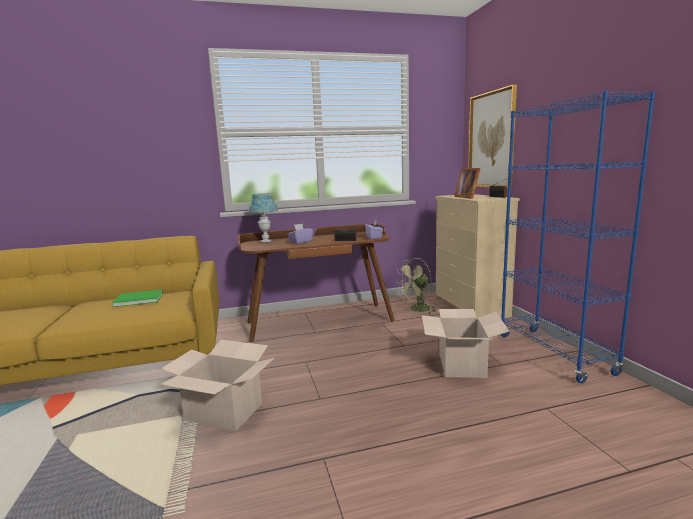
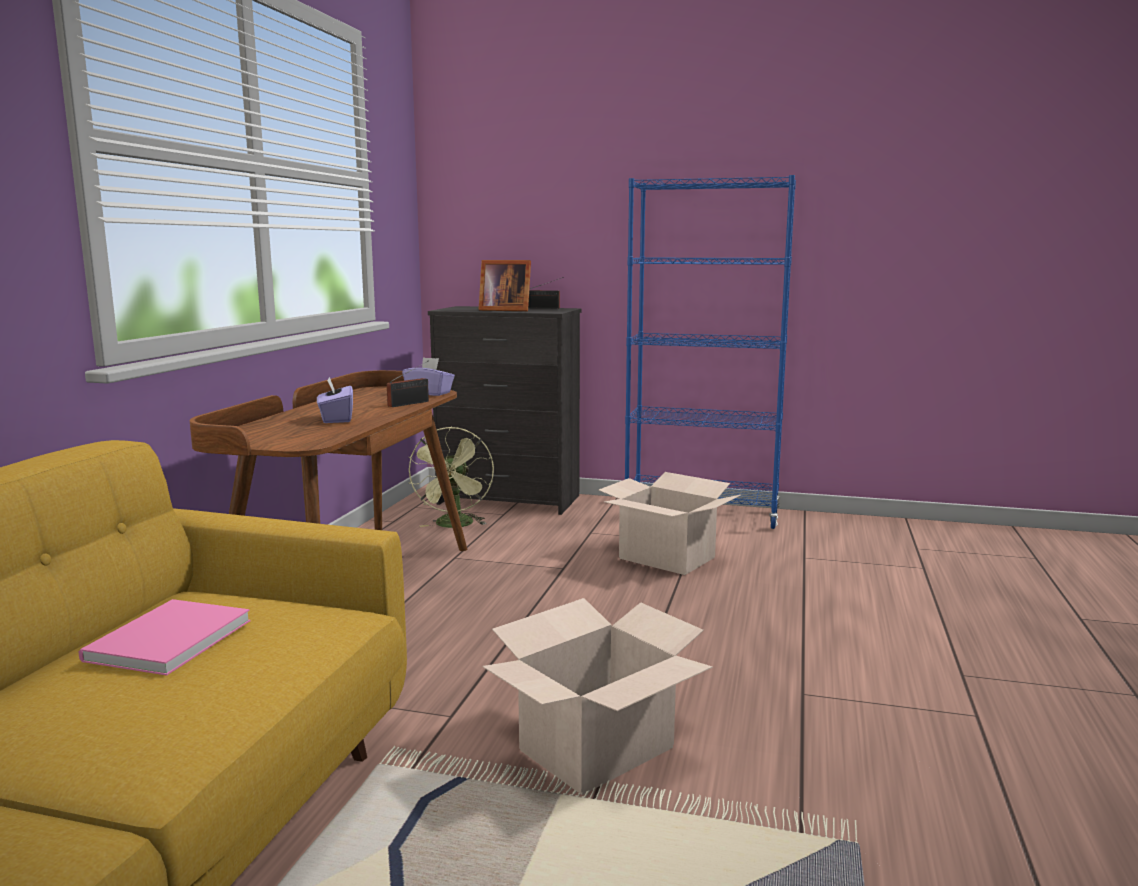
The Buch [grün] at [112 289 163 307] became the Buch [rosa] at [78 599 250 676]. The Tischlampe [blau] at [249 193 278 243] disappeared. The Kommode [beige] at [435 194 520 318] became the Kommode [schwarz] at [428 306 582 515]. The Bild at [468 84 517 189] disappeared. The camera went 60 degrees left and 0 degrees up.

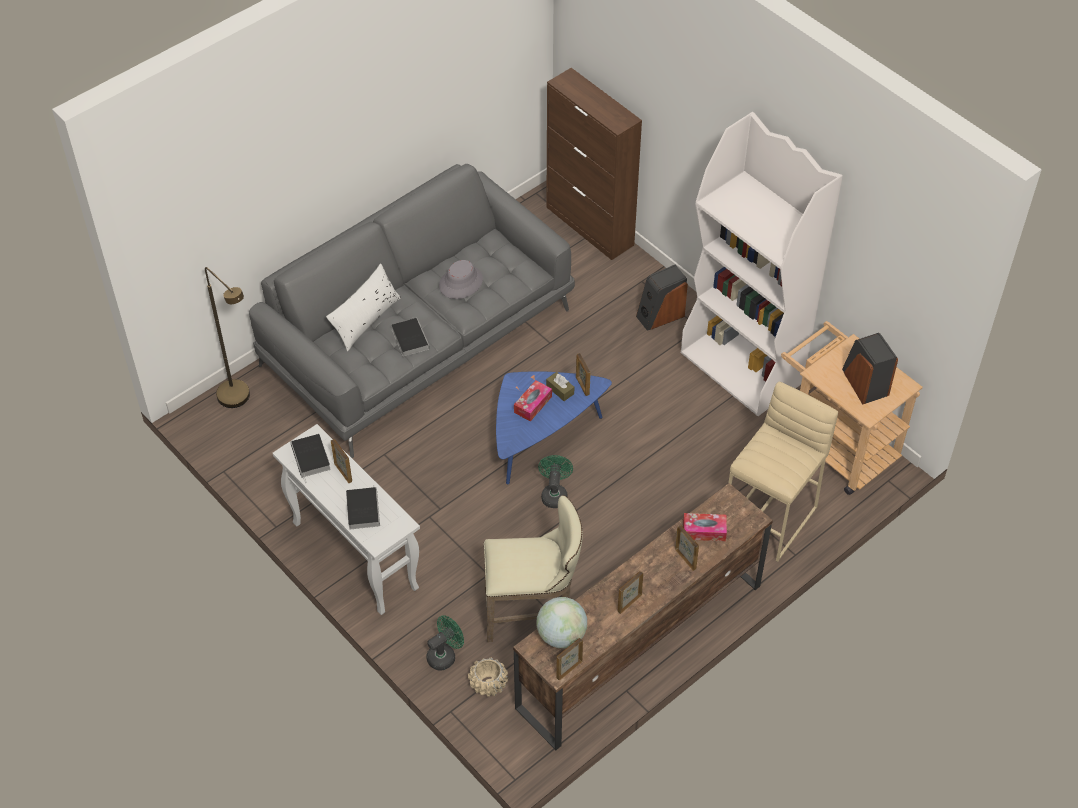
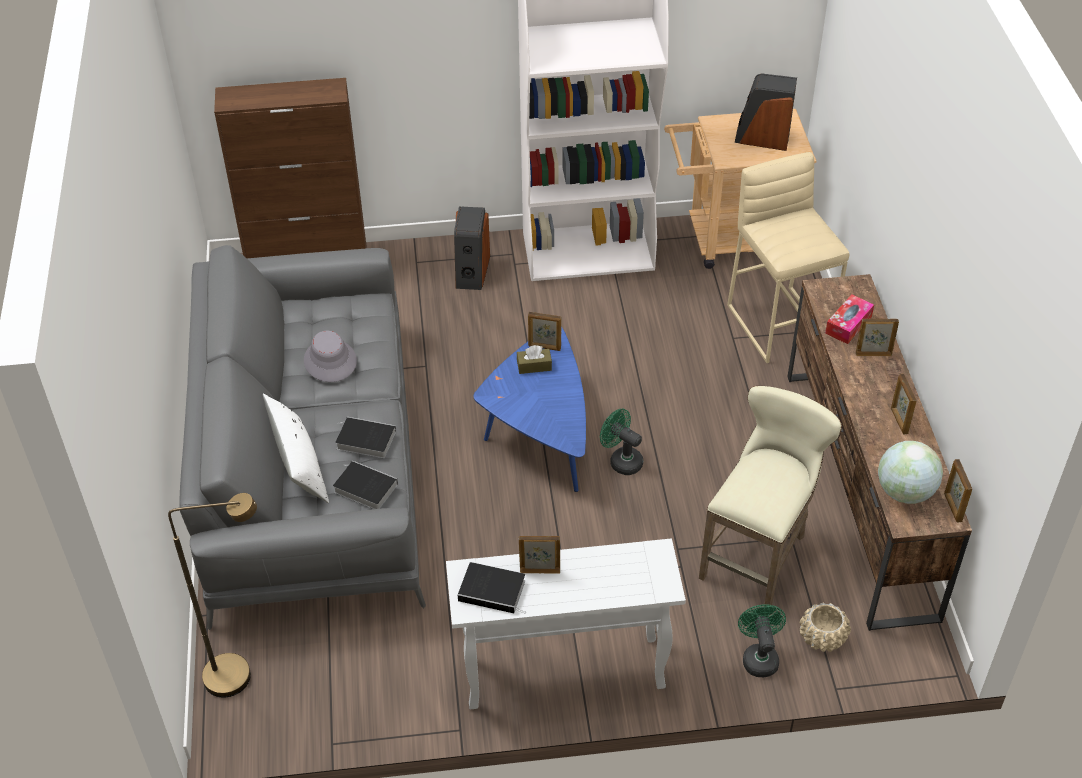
The Buch moved from [346 485 380 529] to [333 460 398 509]. The Taschentuchbox at [514 380 552 422] disappeared. The camera went 55 degrees left and 5 degrees down.

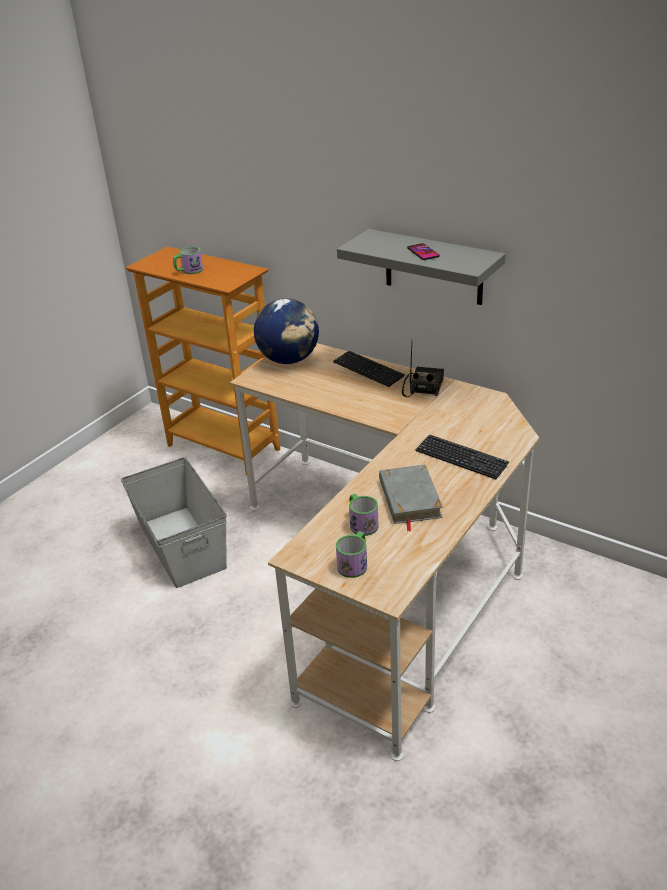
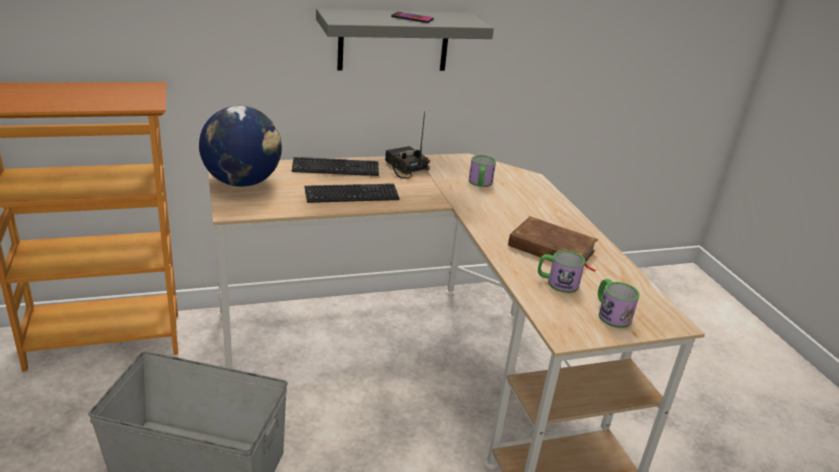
The Henkelbecher moved from [173 247 203 274] to [469 155 496 187]. The Buch [grau] at [379 465 443 531] became the Buch [braun] at [508 216 598 272]. The Tastatur moved from [415 434 509 479] to [304 183 400 203]. The camera went 55 degrees left and 5 degrees down.

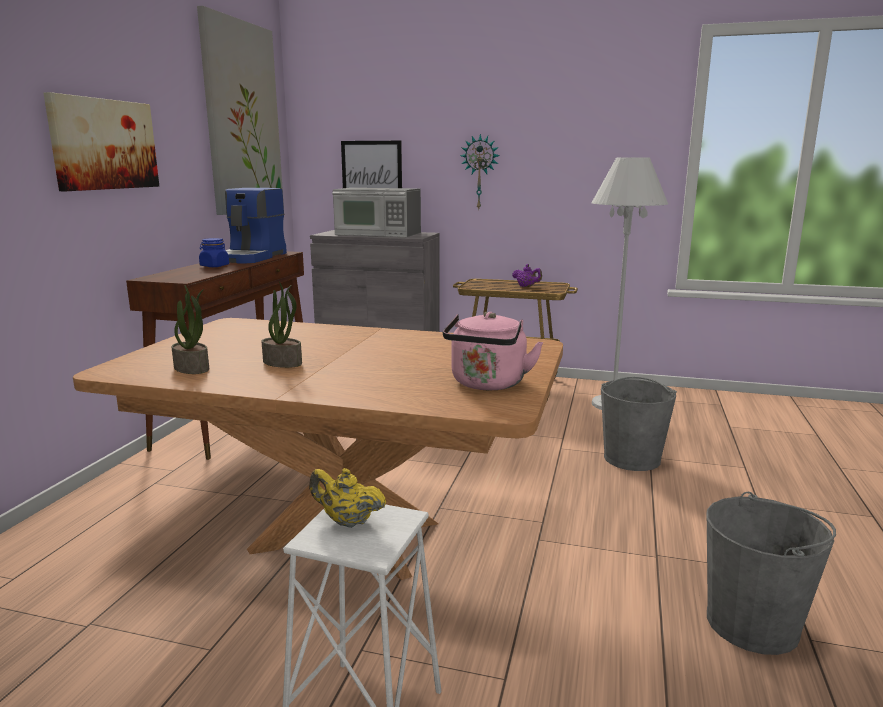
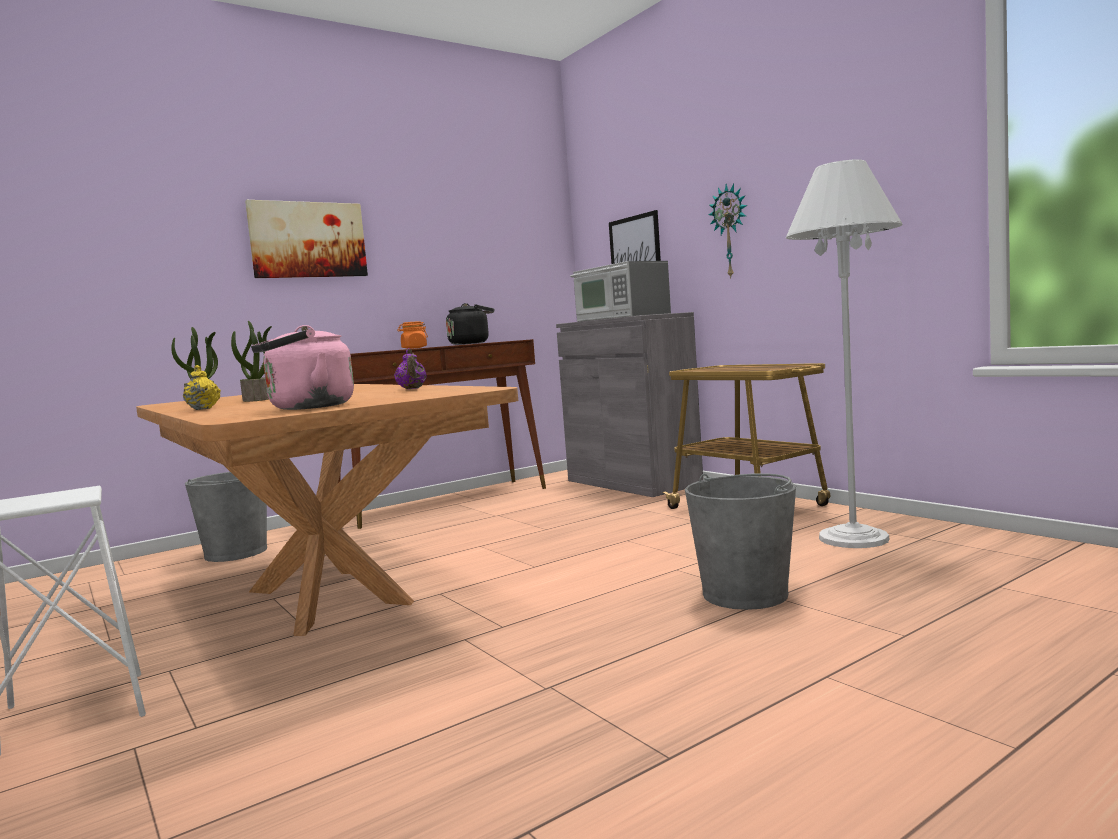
The Bild at [197 6 284 215] disappeared. The Vorratsglas [blau] at [199 238 229 267] became the Vorratsglas [orange] at [397 321 428 349]. The Kaffeemaschine at [225 188 287 264] was replaced by the Wasserkessel [schwarz] at [446 303 494 345]. The Teekanne [gelb] moved from [309 468 386 528] to [183 365 221 410]. The Teekanne [lila] moved from [512 264 542 287] to [394 348 427 389]. The Eimer [grau] moved from [707 492 836 655] to [185 472 267 562]. The camera went 40 degrees right and 10 degrees down.

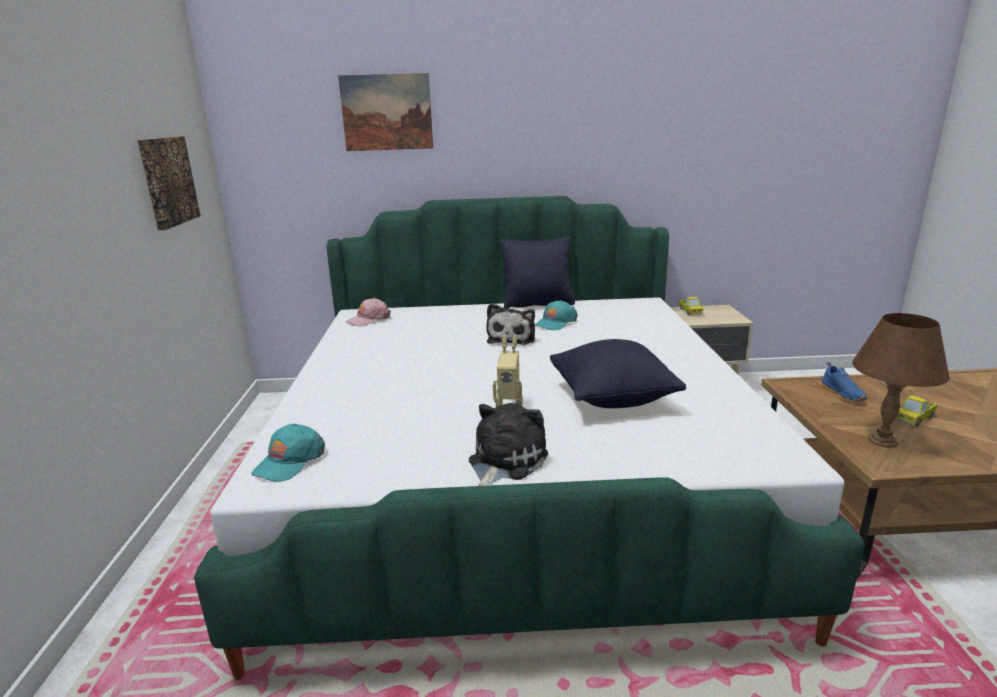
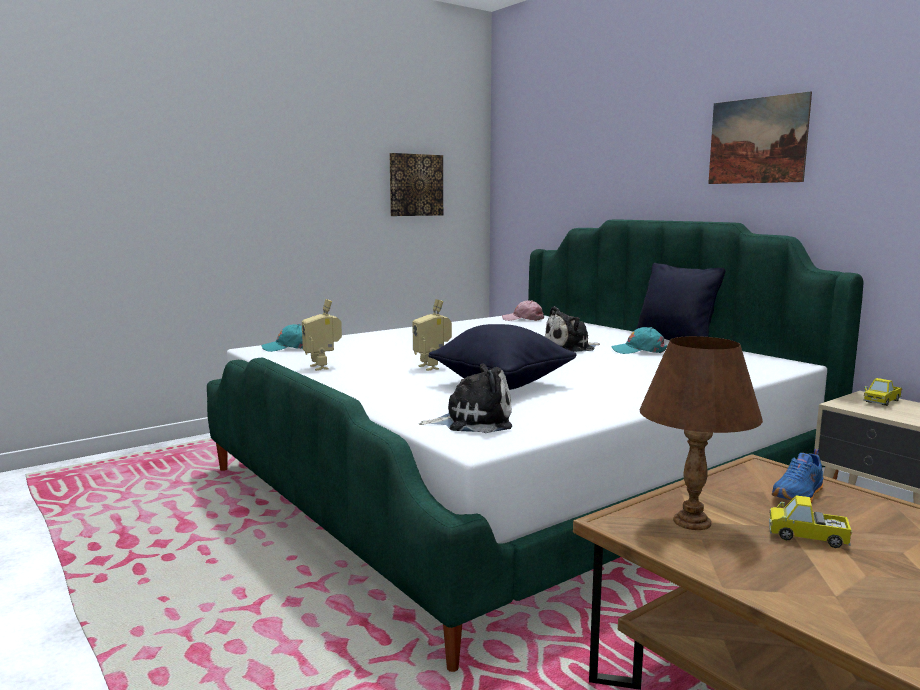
The Bild moved from [338 73 433 151] to [708 91 812 184]. The Plüschtier moved from [469 403 548 486] to [419 363 512 433]. The Spielzeugroboter at [302 299 342 371] appeared. The camera went 55 degrees right and 10 degrees down.

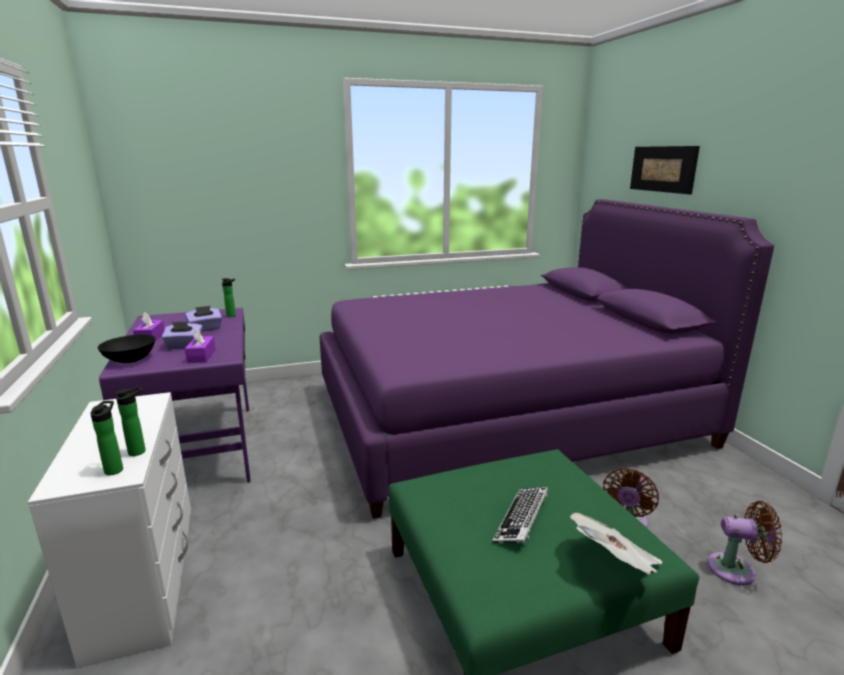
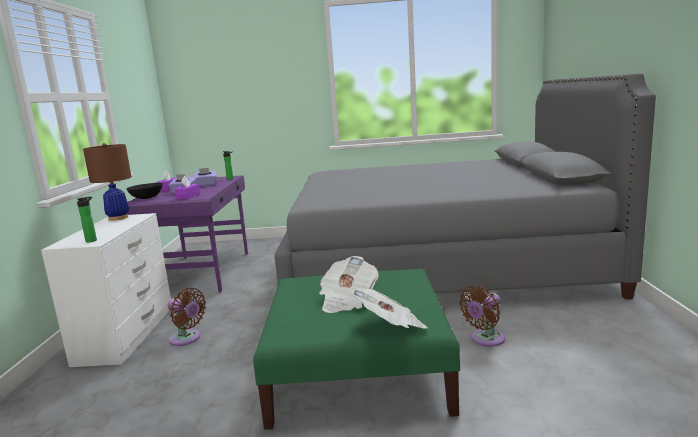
The Flasche at [115 386 146 456] disappeared. The Bett [lila] at [320 199 774 519] became the Bett [grau] at [275 73 656 299]. The Tastatur at [492 487 548 543] was replaced by the Zeitung at [319 256 379 313]. The Bild at [630 146 700 195] disappeared. The Ventilator [braun] moved from [707 501 782 585] to [168 288 206 346]. The Tischlampe [braun] at [83 143 132 221] appeared. The camera went 20 degrees right and 5 degrees down.

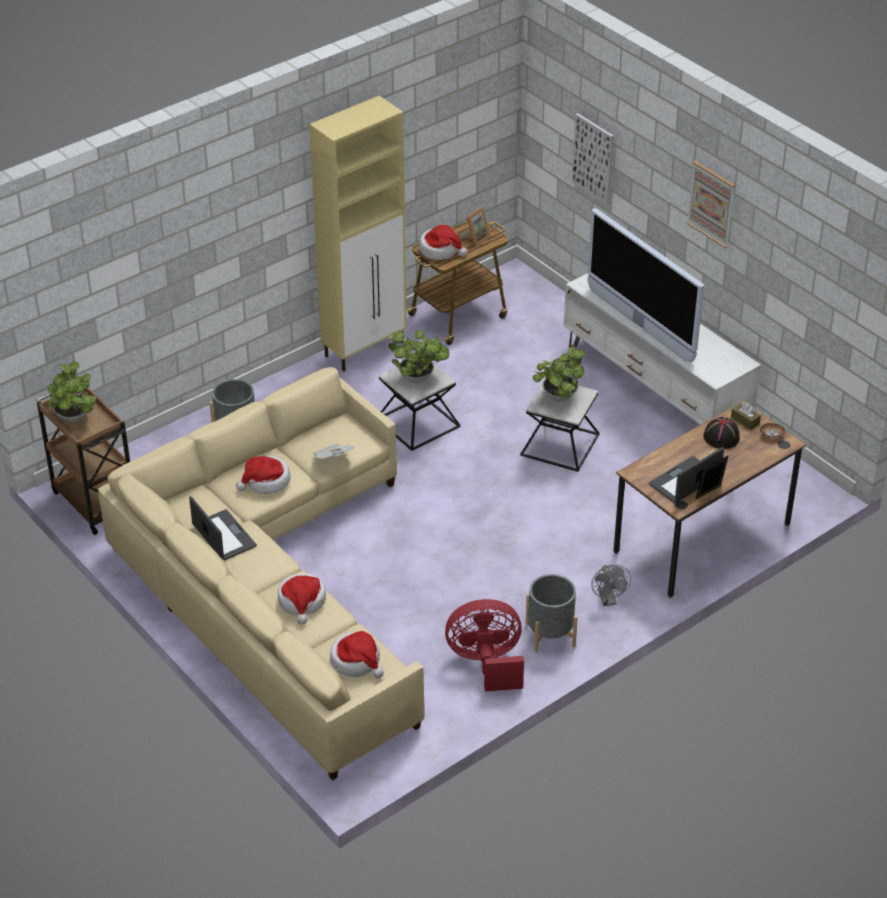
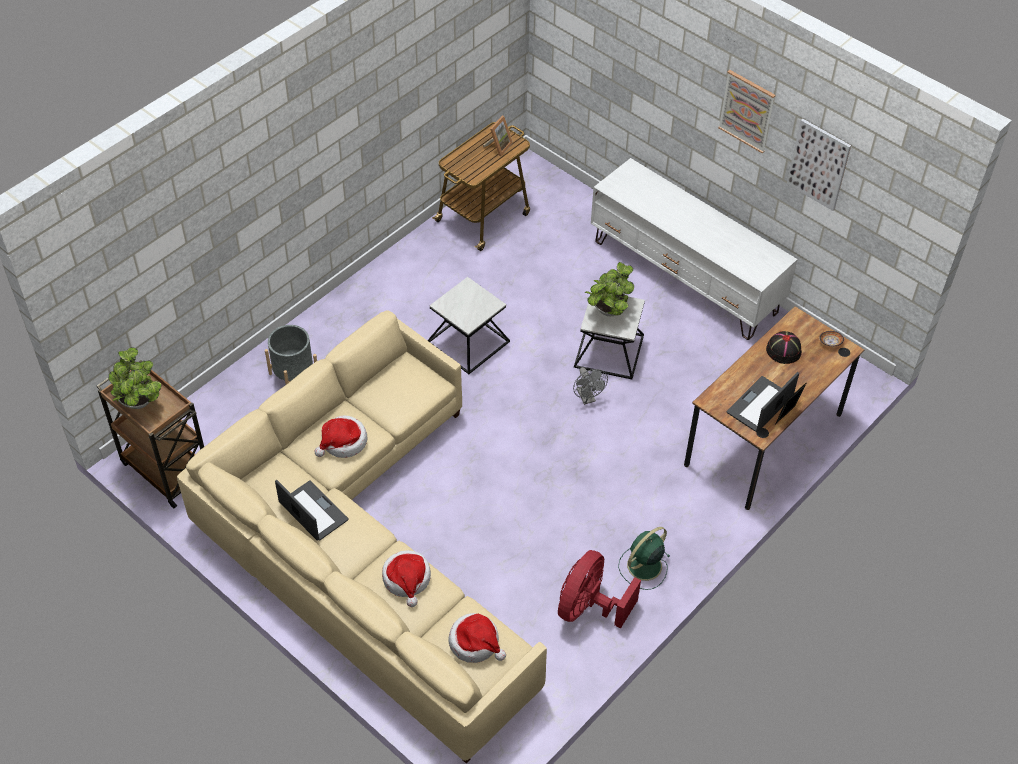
The Schrank [beige] at [309 96 407 372] disappeared. The Zeitung at [313 444 355 459] disappeared. The Topfpflanze at [389 330 449 383] disappeared. The Hut at [419 225 467 260] disappeared. The Ventilator [rot] at [445 599 524 692] turned 45 degrees counterclockwise. The Pflanzkübel [grau] at [525 574 578 653] was replaced by the Ventilator [grün] at [618 527 671 590]. The Bild moved from [572 113 614 205] to [787 119 851 211]. The Fernseher at [587 208 704 362] disappeared. The Ventilator [grau] moved from [591 565 631 606] to [573 367 608 405]. The Taschentuchbox [braun] at [731 402 761 430] disappeared. The camera went 10 degrees left and 10 degrees up.

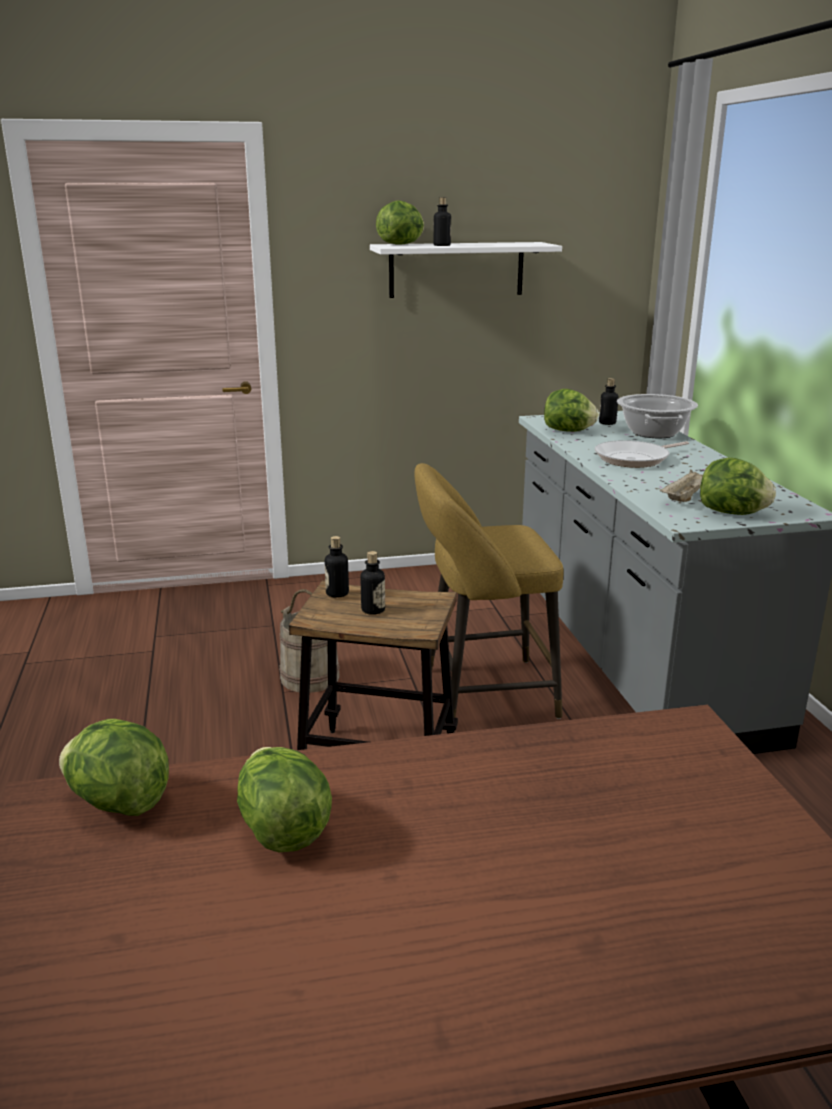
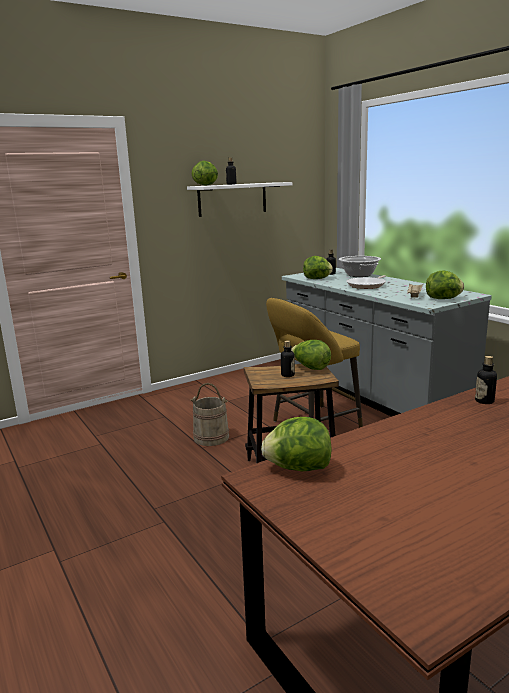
The Salatkopf moved from [237 747 332 852] to [291 340 331 370]. The Flasche moved from [325 536 349 598] to [475 356 497 404]. The camera went 20 degrees left and 5 degrees down.

